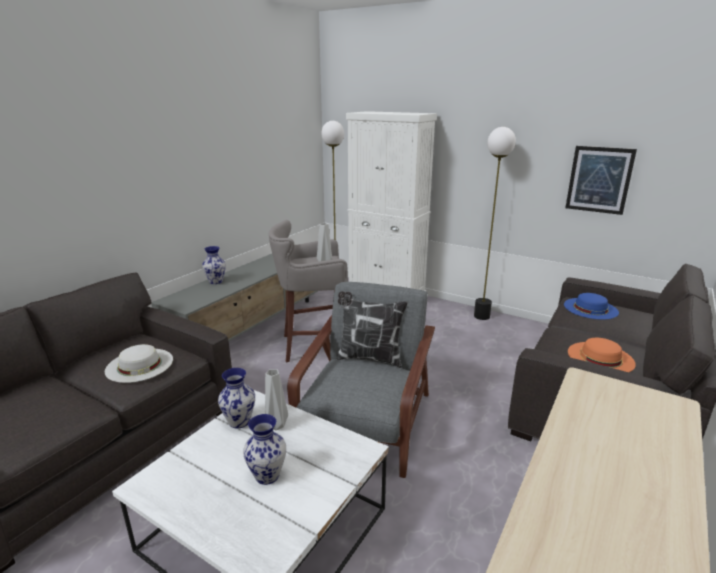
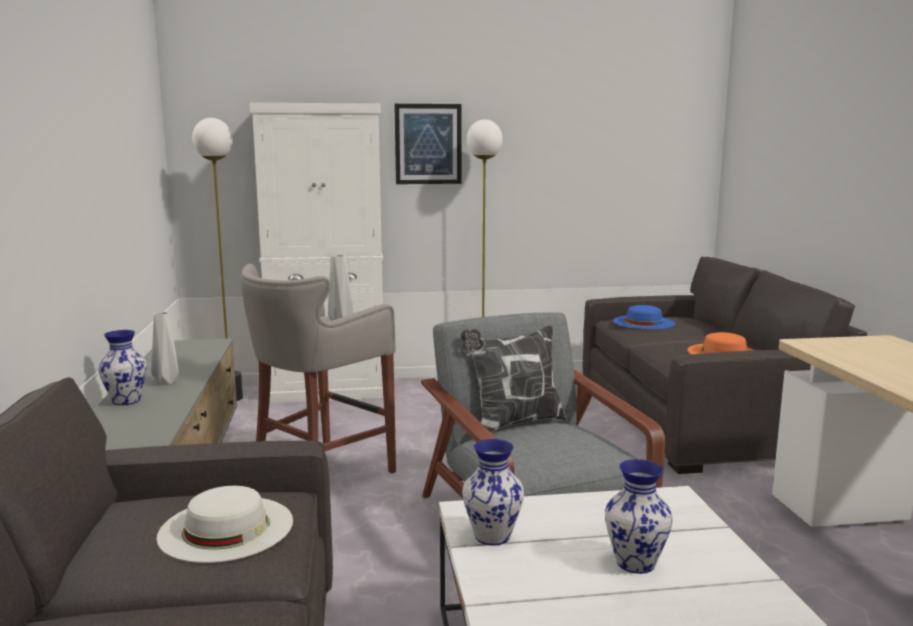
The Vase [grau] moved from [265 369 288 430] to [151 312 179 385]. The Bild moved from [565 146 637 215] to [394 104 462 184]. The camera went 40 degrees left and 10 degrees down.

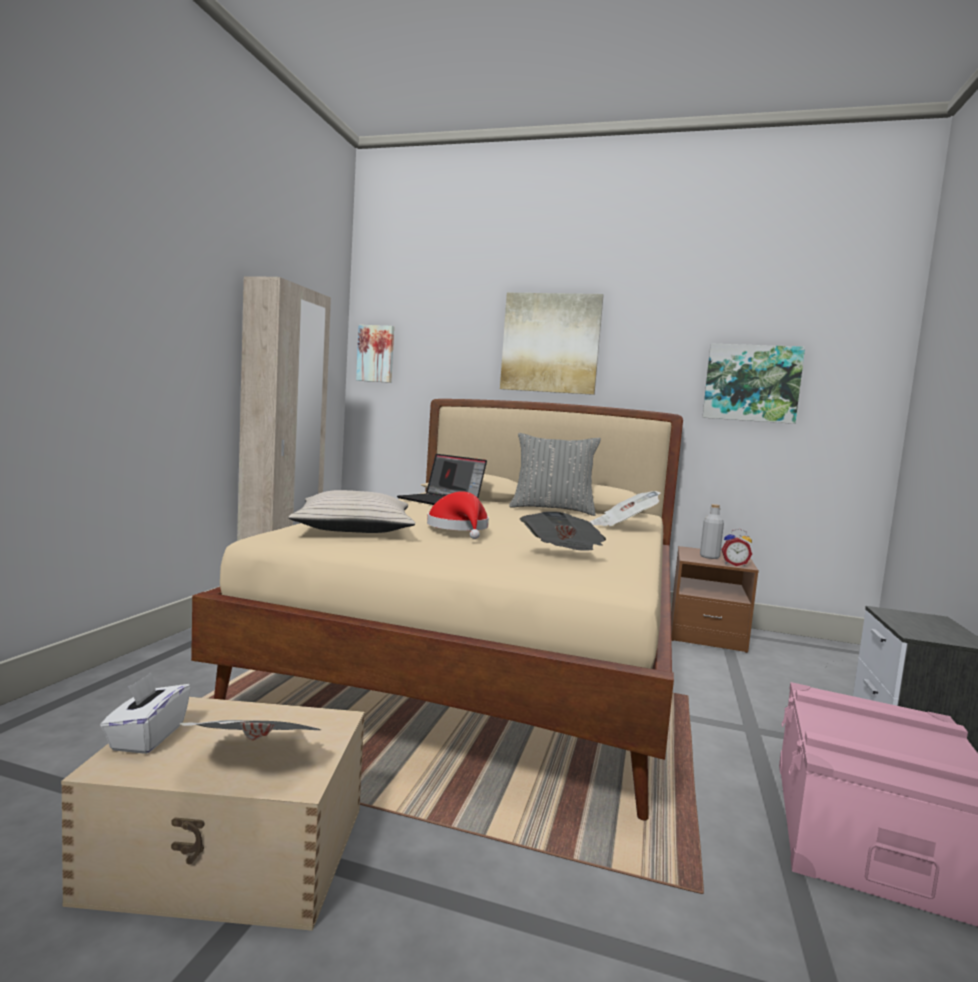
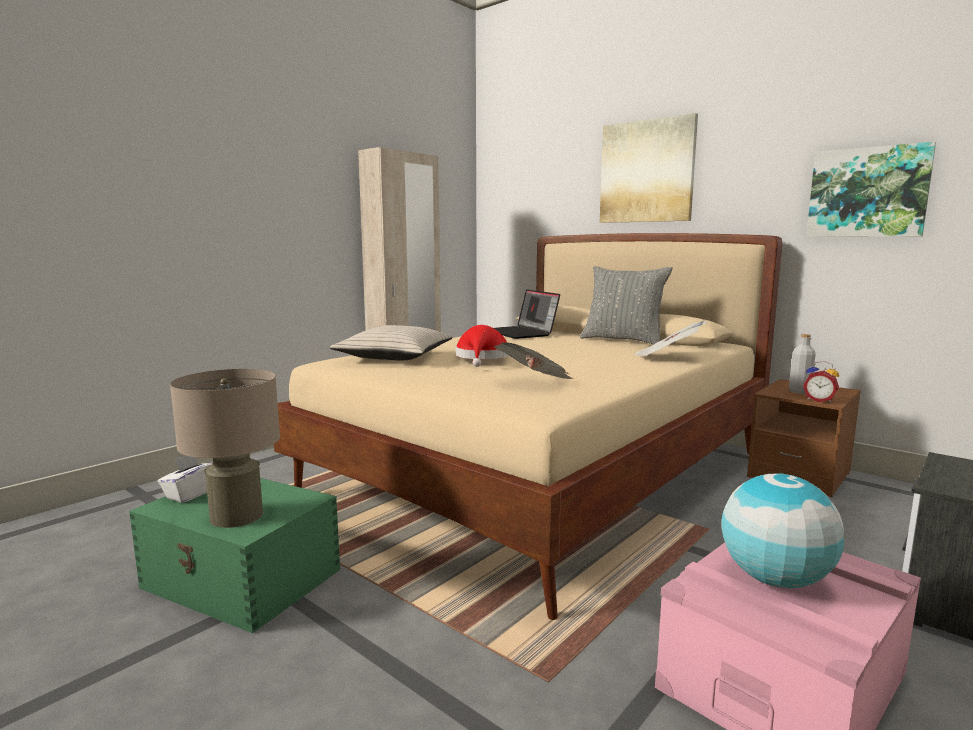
The Aufbewahrungsbox [beige] at [61 697 365 931] became the Aufbewahrungsbox [grün] at [129 478 340 633]. The Zeitung at [180 720 321 741] was replaced by the Tischlampe [beige] at [170 369 280 528]. The Bild at [356 325 394 383] disappeared. The Globus at [721 474 844 588] appeared. The camera went 25 degrees right and 5 degrees up.

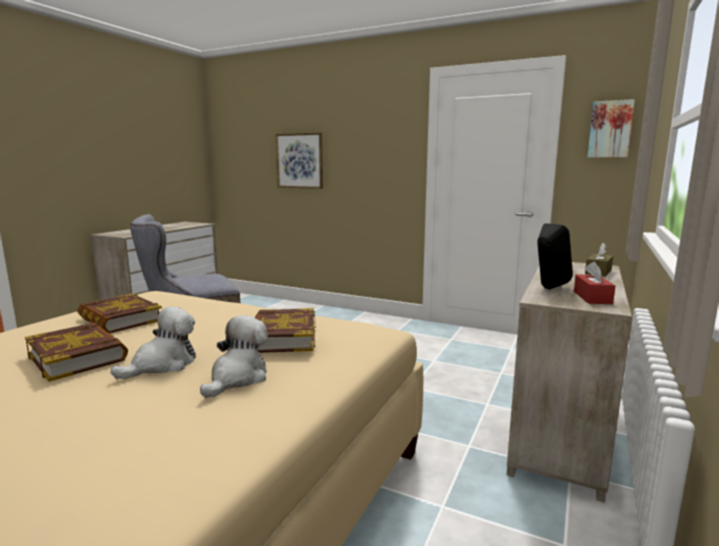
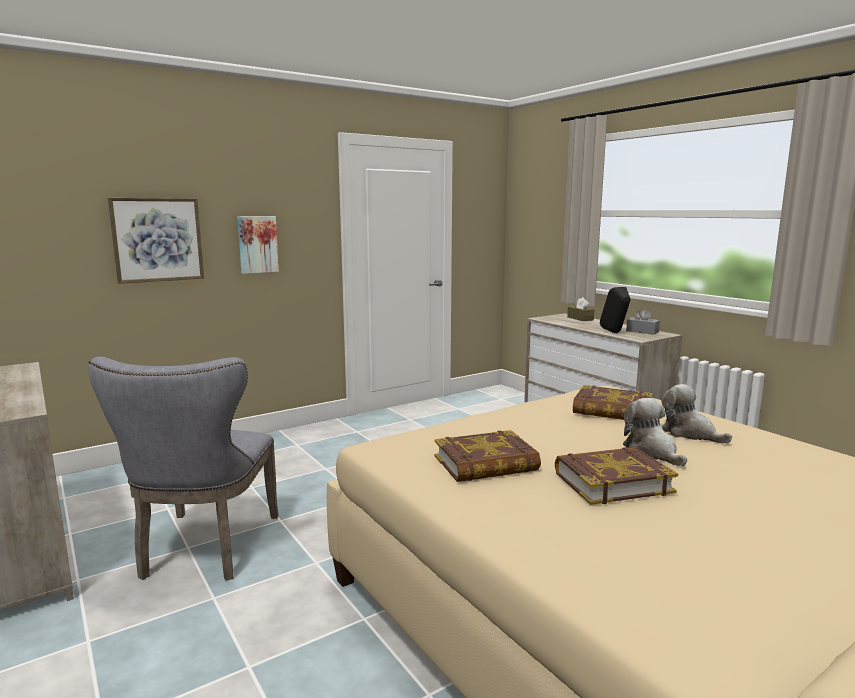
The Taschentuchbox [rot] at [574 261 615 304] became the Taschentuchbox [grau] at [626 308 660 335]. The Bild moved from [587 99 635 157] to [237 216 279 274]. The camera went 60 degrees left and 0 degrees up.

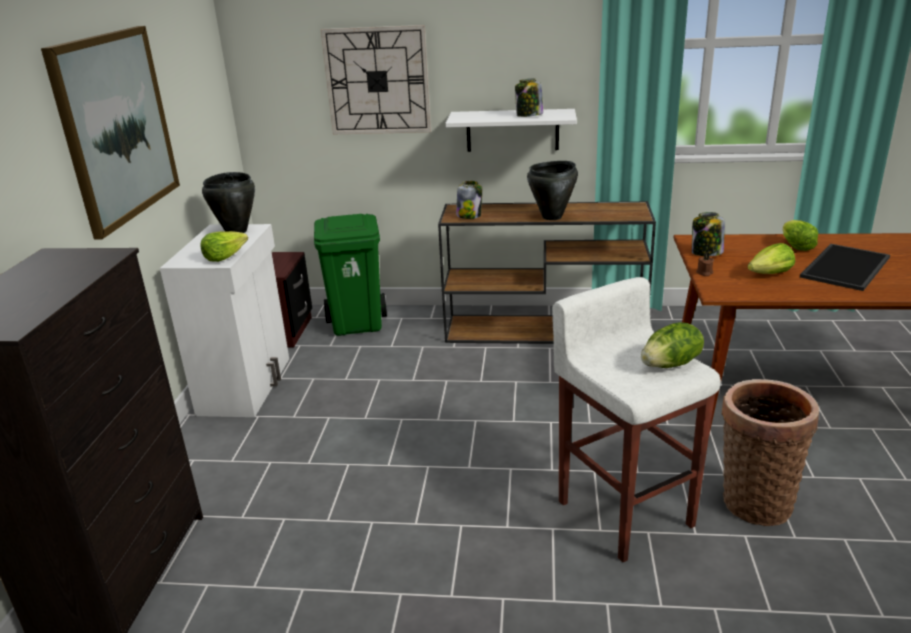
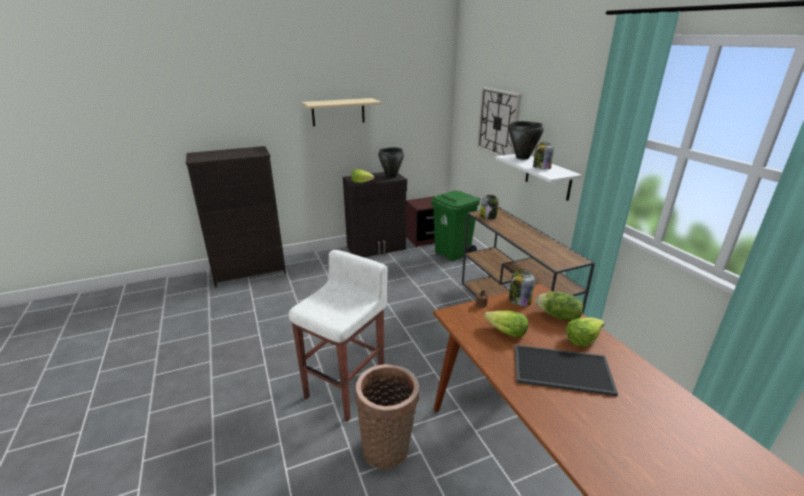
The Bild at [41 26 180 239] was replaced by the Wandregal [beige] at [302 98 382 126]. The Schrank [weiß] at [160 224 289 417] became the Schrank [schwarz] at [343 172 407 257]. The Kochtopf [schwarz] moved from [527 161 578 220] to [509 121 544 159]. The Salatkopf moved from [641 322 704 368] to [535 292 583 321]. The camera went 60 degrees right and 0 degrees up.

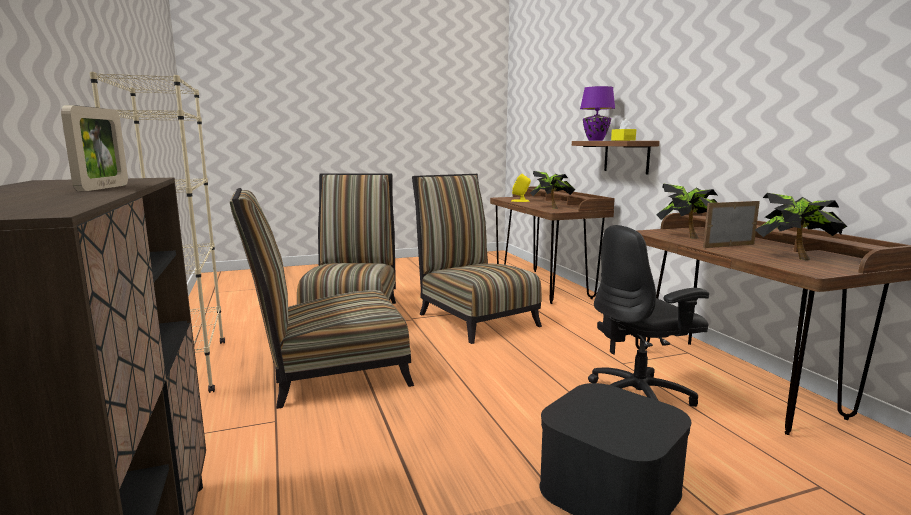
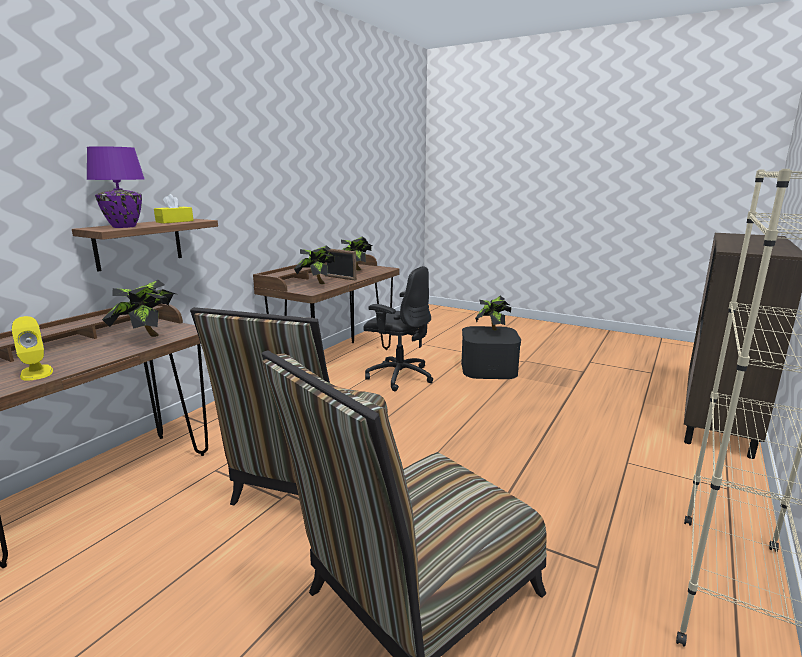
The Bilderrahmen at [61 105 128 191] disappeared. The Stuhl at [229 188 414 409] disappeared. The Topfpflanze at [475 295 511 330] appeared. The camera went 130 degrees left and 5 degrees up.

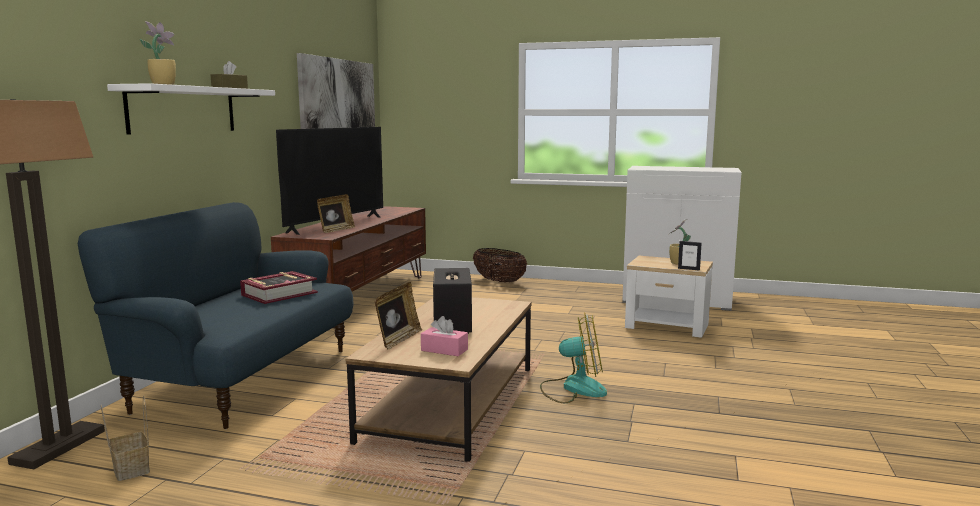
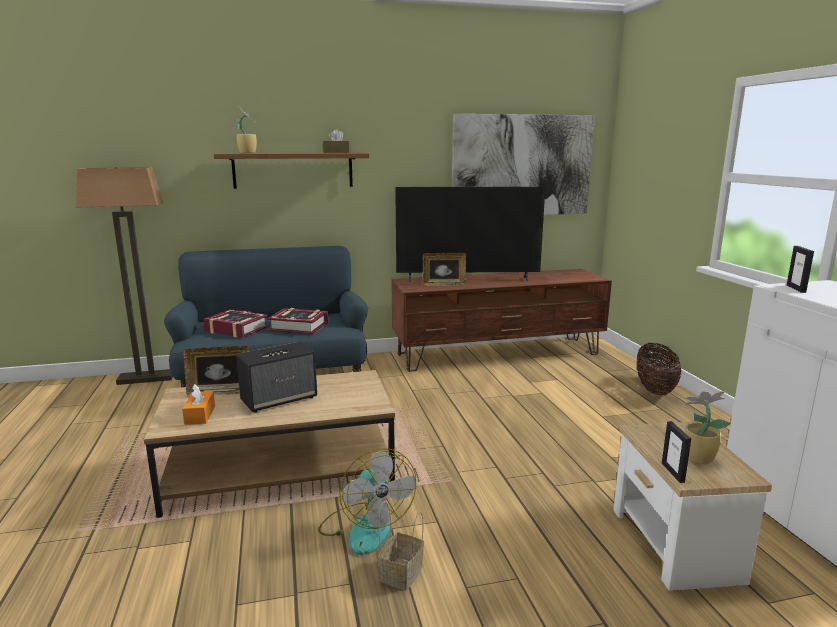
The Korb moved from [101 396 150 481] to [378 501 424 590]. The Wandregal [weiß] at [107 83 275 135] became the Wandregal [braun] at [214 153 369 189]. The Taschentuchbox [rosa] at [421 316 468 356] became the Taschentuchbox [orange] at [182 384 215 425]. The Buch at [203 309 269 338] appeared. The Bilderrahmen at [787 246 814 293] appeared. The camera went 60 degrees right and 5 degrees up.

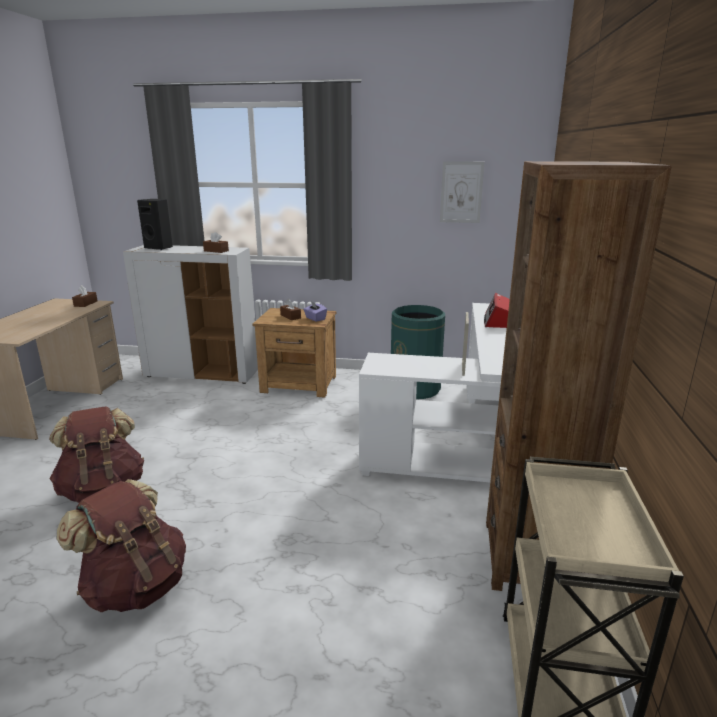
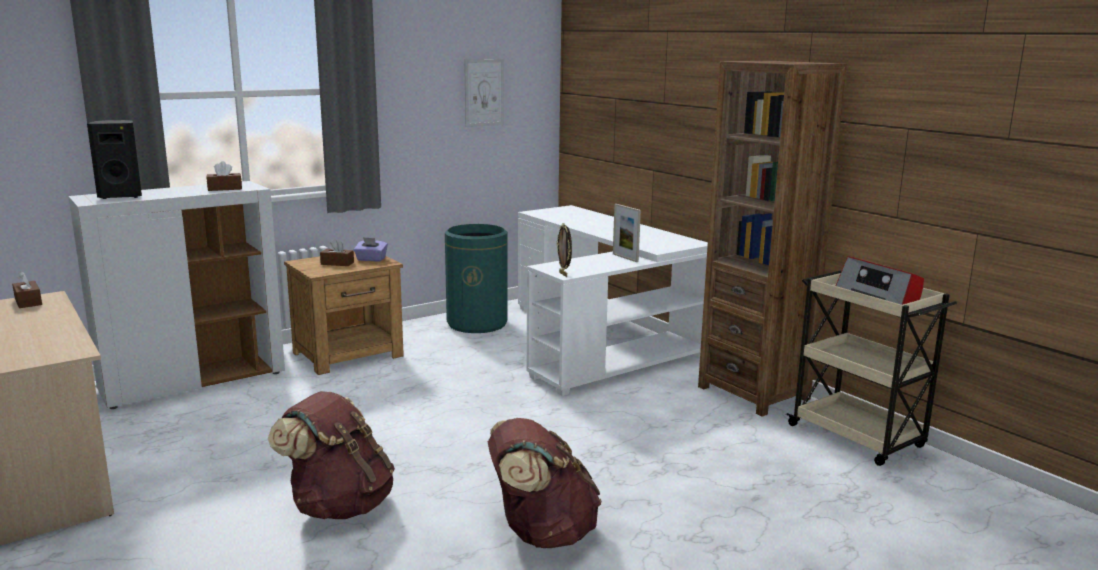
The Radio moved from [484 293 510 328] to [836 256 924 305]. The Bilderrahmen at [557 223 572 277] appeared. The camera went 45 degrees left and 5 degrees down.

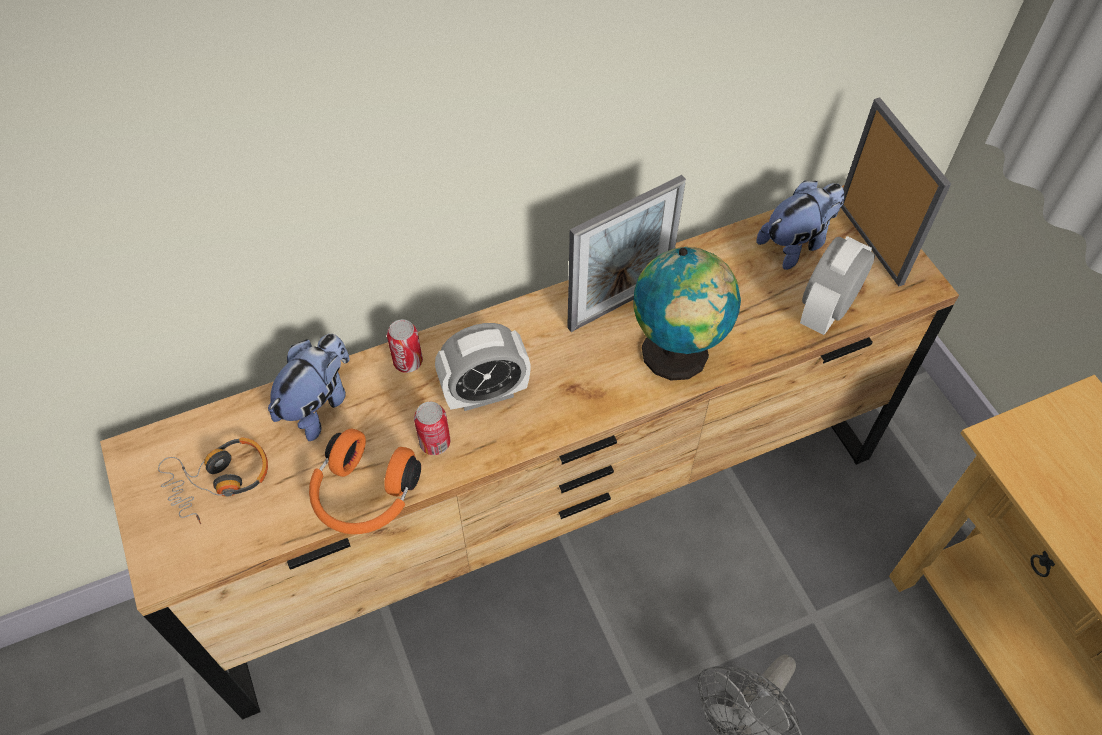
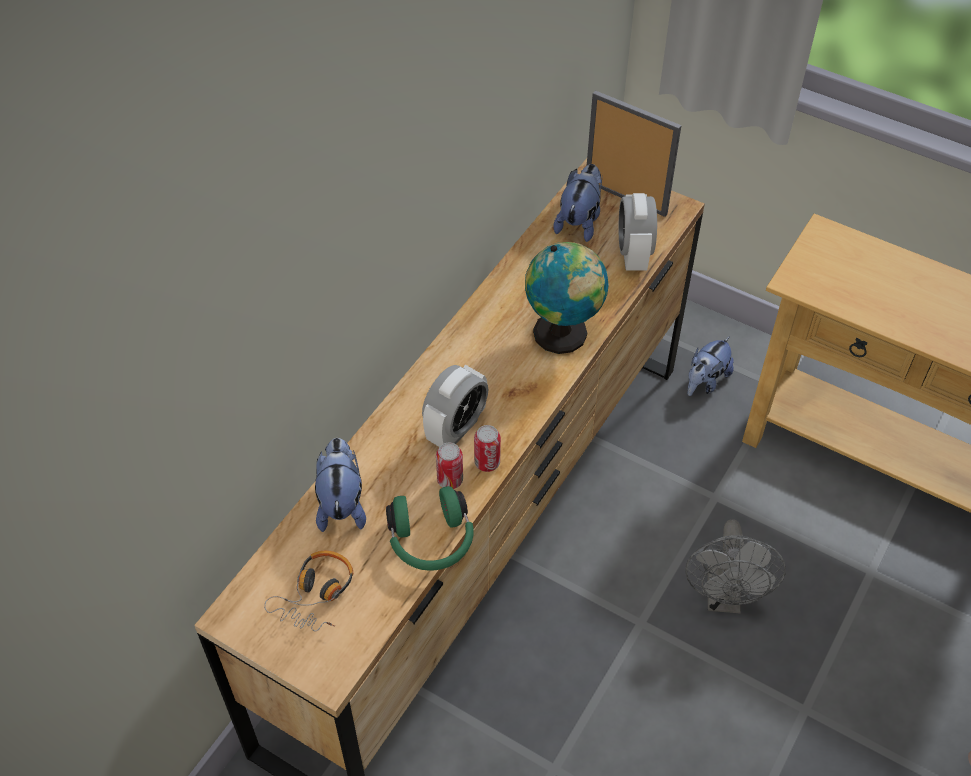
The Kopfhörer [orange] at [309 429 421 534] became the Kopfhörer [grün] at [386 486 474 571]. The Dose moved from [387 319 423 373] to [474 425 501 472]. The Bilderrahmen at [567 175 686 332] disappeared. The Plüschtier at [687 336 734 396] appeared. The camera went 35 degrees left and 5 degrees down.

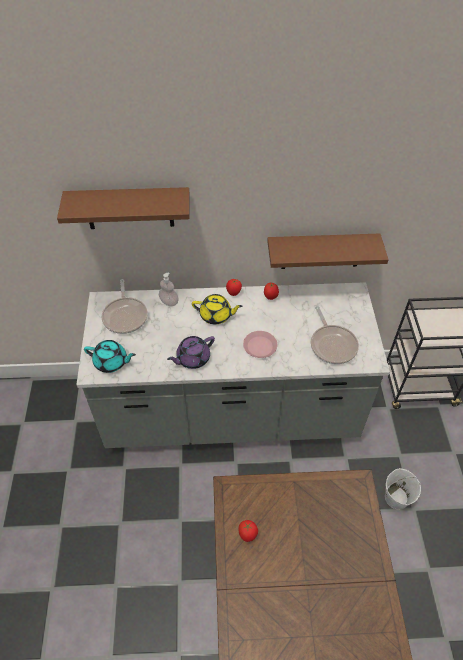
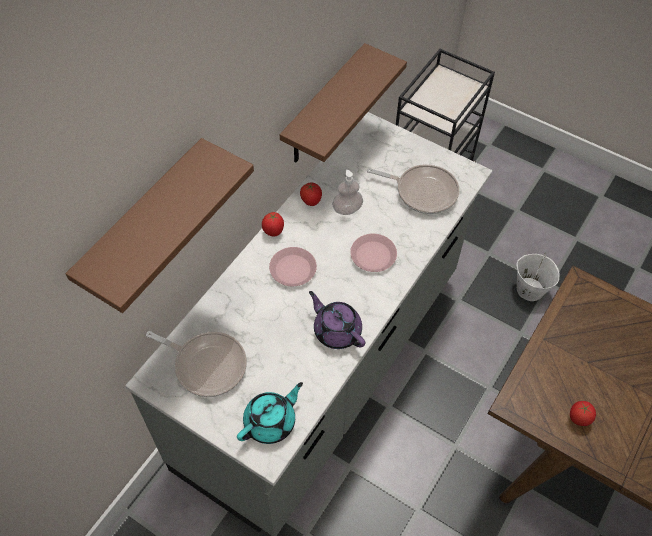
The Seifenspender moved from [159 272 179 306] to [332 170 363 215]. The Teekanne [lila] at [167 336 215 369] turned 135 degrees clockwise. The Teekanne [gelb] at [192 294 242 324] was replaced by the Teller [rosa] at [269 247 317 286]. The camera went 55 degrees left and 5 degrees up.

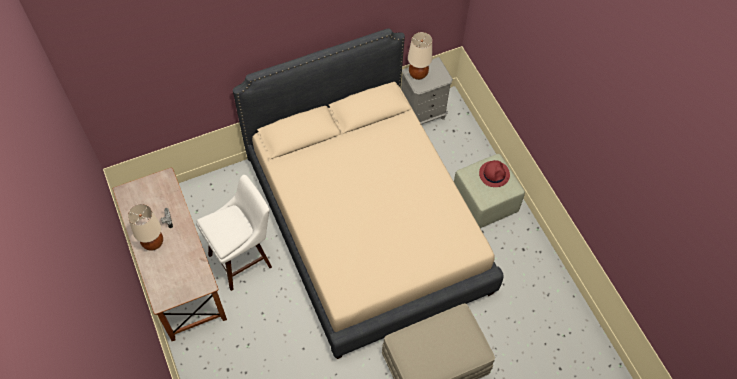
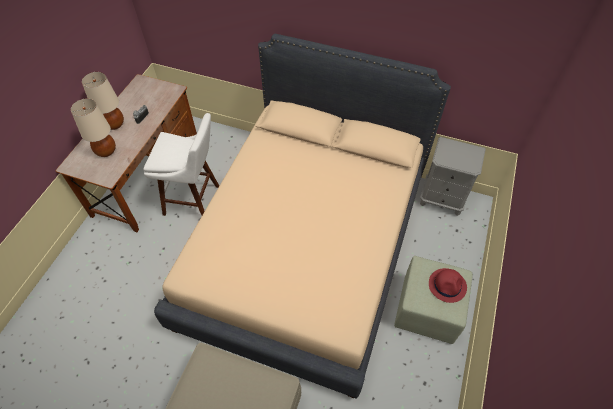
The Tischlampe [beige] moved from [408 32 432 80] to [71 99 116 157]. The camera went 45 degrees right and 5 degrees down.

